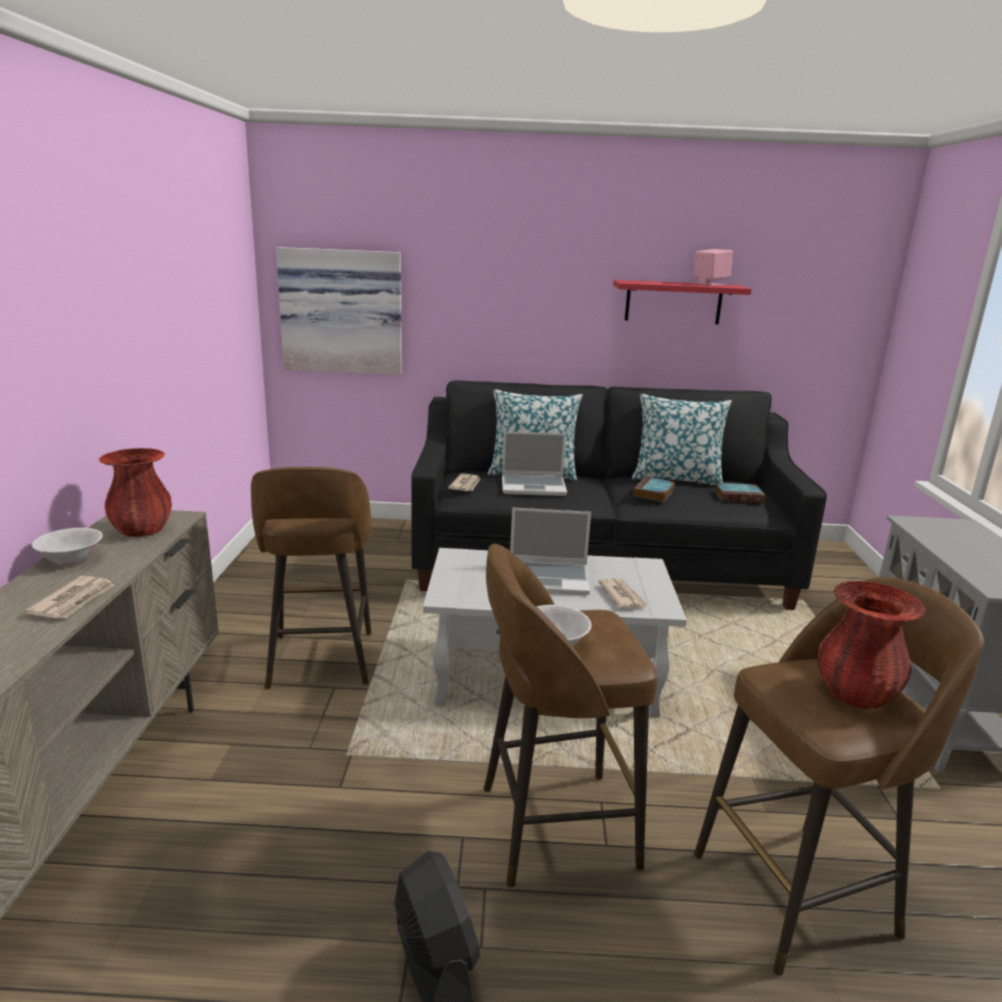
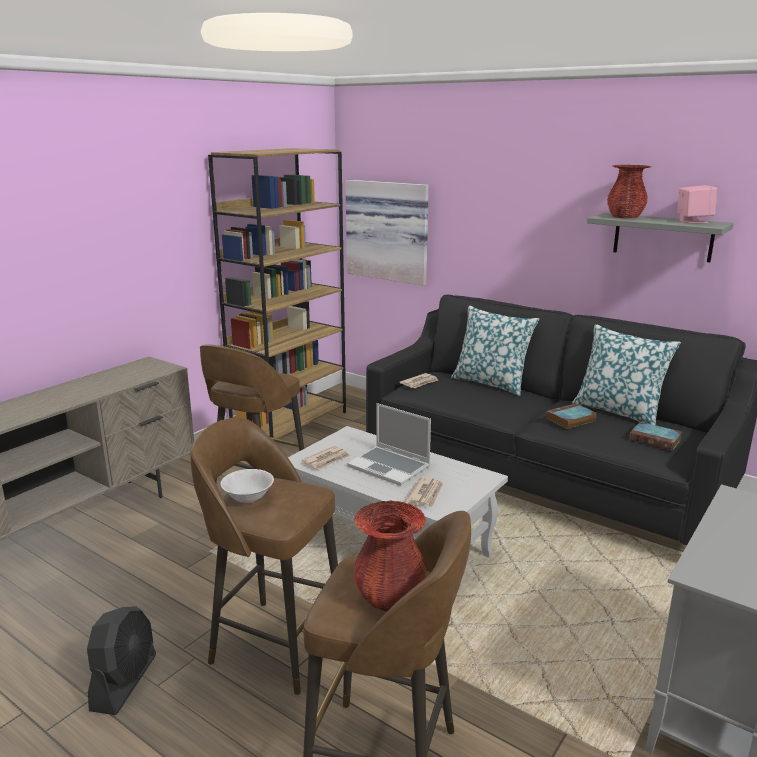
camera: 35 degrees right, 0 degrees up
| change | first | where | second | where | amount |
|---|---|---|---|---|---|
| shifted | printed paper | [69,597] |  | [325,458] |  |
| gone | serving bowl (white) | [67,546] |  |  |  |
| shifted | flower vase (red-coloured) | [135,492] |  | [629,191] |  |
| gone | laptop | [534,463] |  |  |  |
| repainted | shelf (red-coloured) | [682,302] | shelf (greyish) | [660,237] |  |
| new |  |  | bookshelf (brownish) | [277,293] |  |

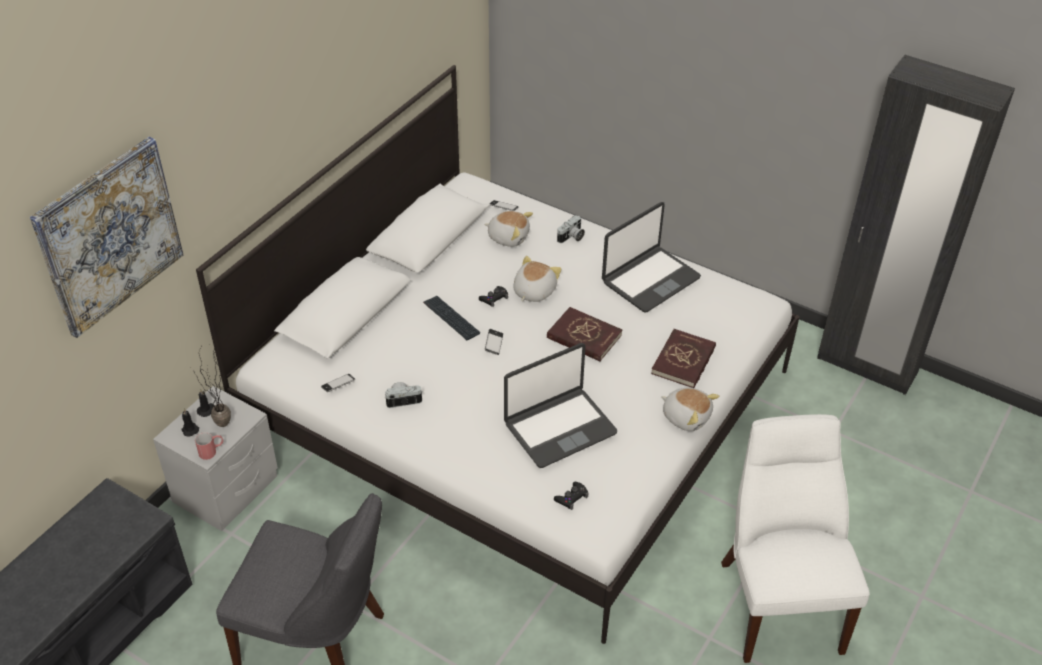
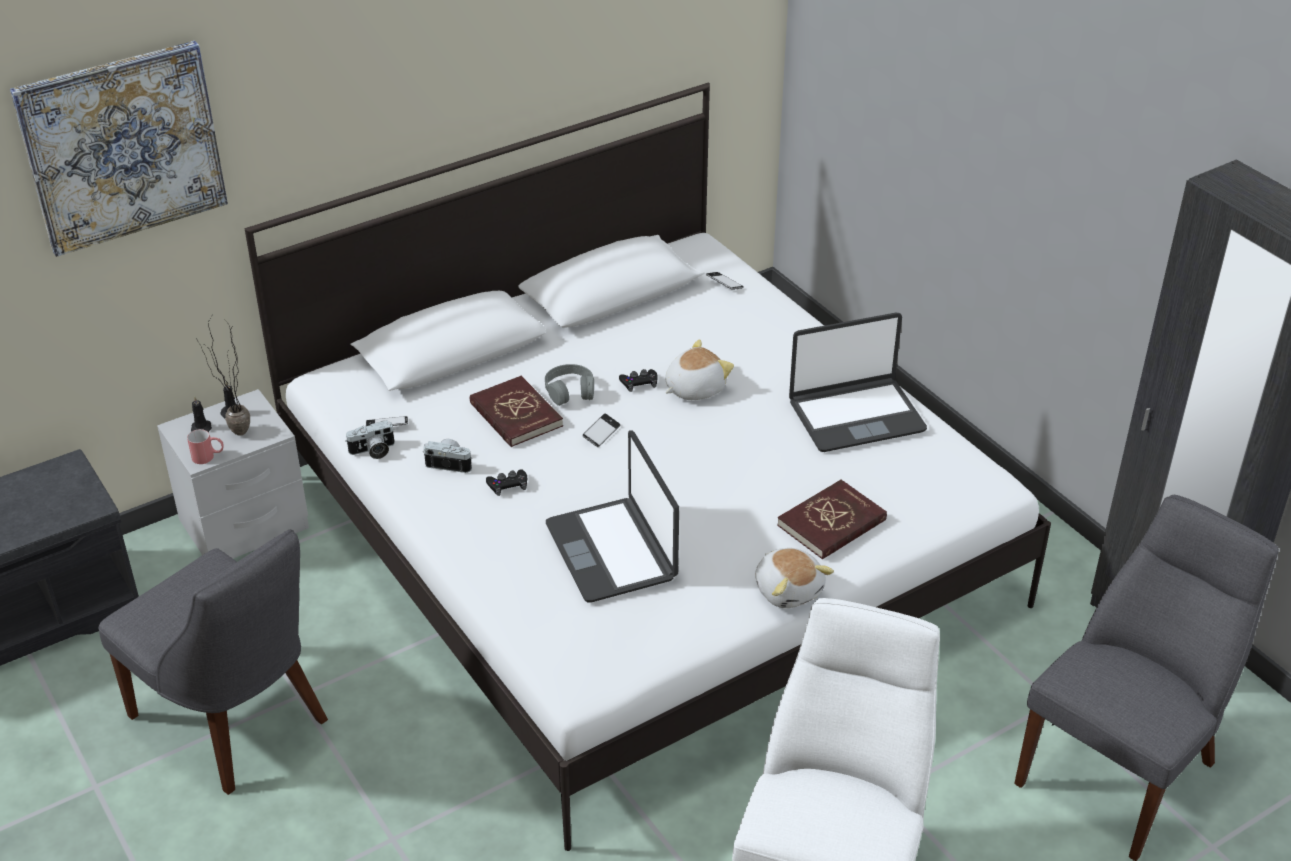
camera: 25 degrees right, 5 degrees down
| change | first | where | second | where | amount |
|---|---|---|---|---|---|
| swapped | computer keyboard | [452,318] | headphones (greyish) | [569,385] |  |
| gone | cuddly toy | [508,229] |  |  |  |
| rotated | laptop | [560,405] |  | [612,516] | 75 degrees clockwise |
| shifted | volume (red-coloured) | [585,334] |  | [516,411] |  |
| shifted | gamepad (black) | [571,496] |  | [506,482] |  |
| shifted | photo camera | [571,229] |  | [370,439] |  |
| new |  |  | chair (greyish) | [1146,678] |  |

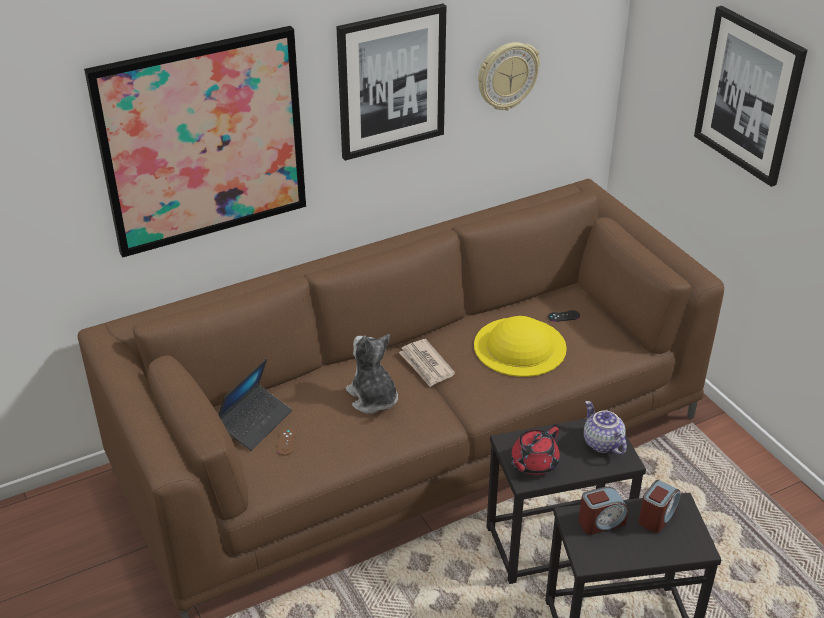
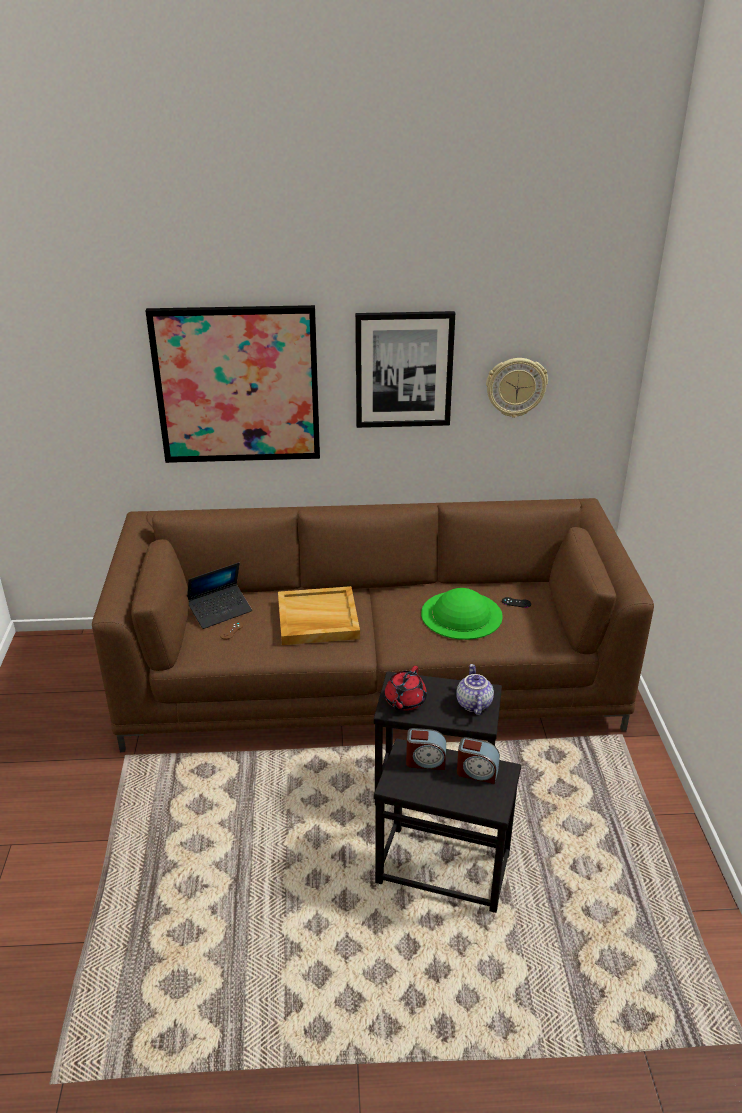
camera: 25 degrees right, 5 degrees down
| change | first | where | second | where | amount |
|---|---|---|---|---|---|
| swapped | cuddly toy | [372,374] | carrying tray (beige-coloured) | [319,615] |  |
| gone | printed paper | [427,363] |  |  |  |
| repainted | clothing hat (yellow) | [520,346] | clothing hat (green-coloured) | [462,614] |  |
| rotated | teapot (red-coloured) | [535,451] |  | [405,688] | 45 degrees counterclockwise |
| rotated | alarm clock | [659,506] |  | [478,760] | 45 degrees clockwise |
| gone | wall picture | [750,96] |  |  |  |

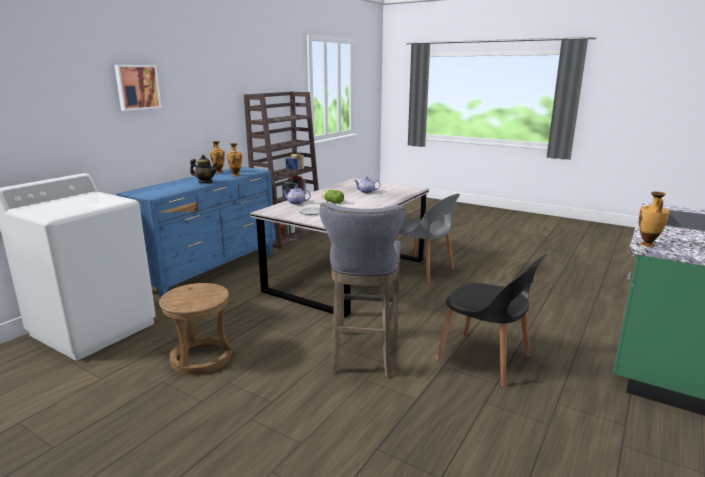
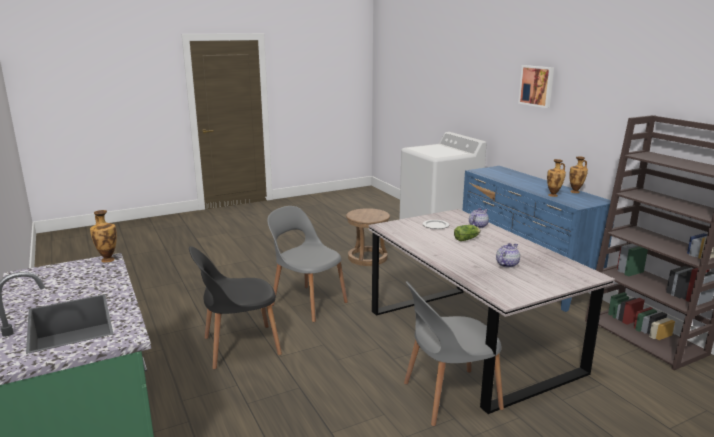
camera: 120 degrees right, 0 degrees up
| change | first | where | second | where | amount |
|---|---|---|---|---|---|
| gone | teapot | [204,168] |  |  |  |
| swapped | stool seat (greyish) | [363,290] | chair (greyish) | [307,264] |  |

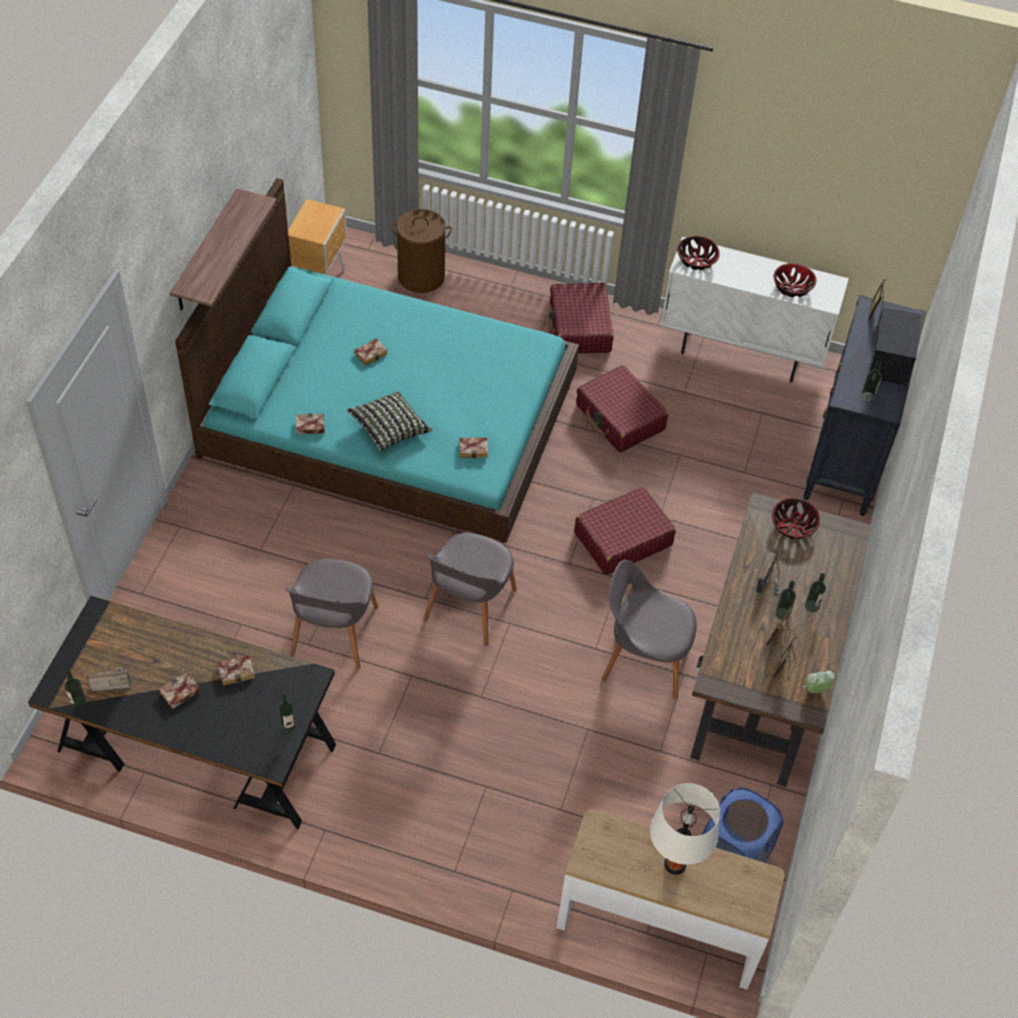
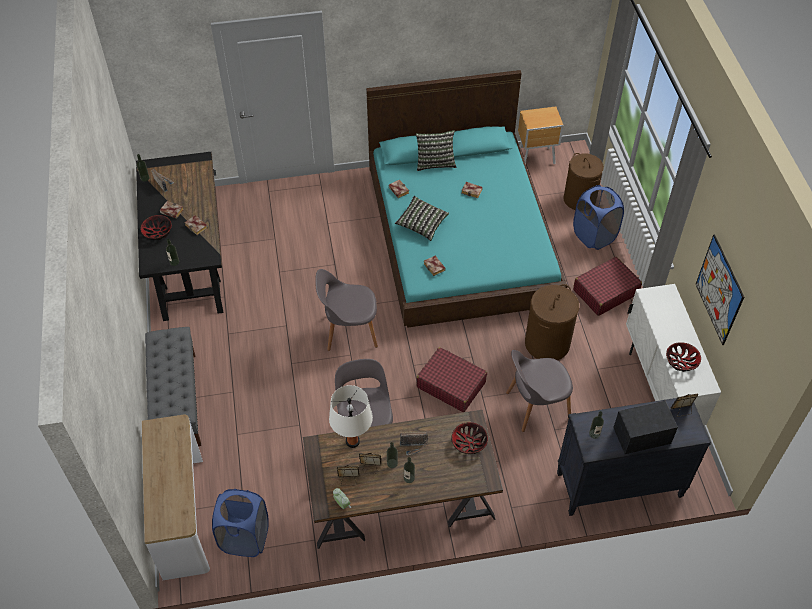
camera: 65 degrees right, 0 degrees up
| change | first | where | second | where | amount |
|---|---|---|---|---|---|
| gone | shelf | [223,249] |  |  |  |
| shifted | chair (greyish) | [331,614] |  | [539,391] |  |
| swapped | piece of luggage (red-coloured) | [622,409] | hamper (brownish) | [552,322] |  |
| shifted | lamp for a table (white) | [685,829] |  | [351,416] |  |
| shifted | serving bowl | [698,253] |  | [156,227] |  |
| new |  |  | long seat (greyish) | [173,386] |  |
| new |  |  | pillow | [436,150] |  |
| new |  |  | hamper (bluish) | [598,217] |  |
| new |  |  | wall picture | [720,289] |  |

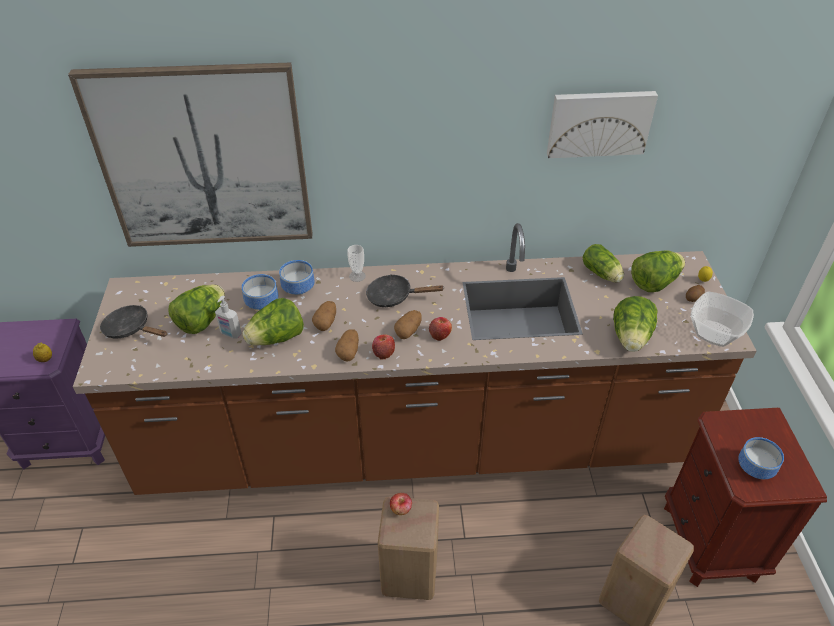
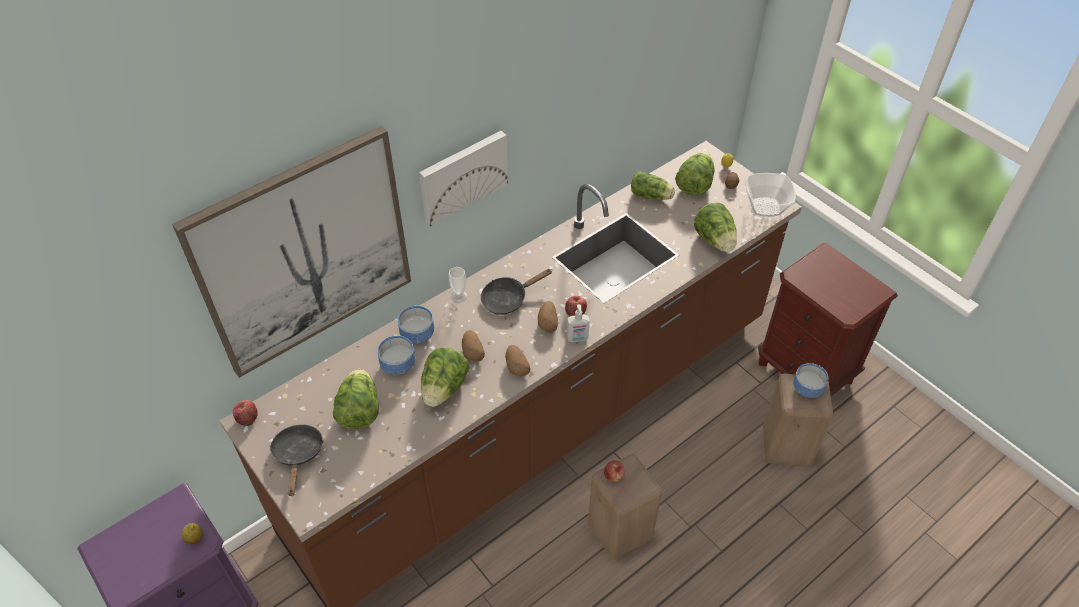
camera: 35 degrees left, 5 degrees up
| change | first | where | second | where | amount |
|---|---|---|---|---|---|
| rotated | frying pan (black) | [133,322] |  | [296,460] | 90 degrees clockwise |
| shifted | liquid soap bottle | [228,316] |  | [578,323] |  |
| shifted | apple | [383,346] |  | [245,413] |  |
| shifted | wall picture | [602,124] |  | [463,179] |  |
| shifted | serving bowl | [761,458] |  | [810,380] |  |

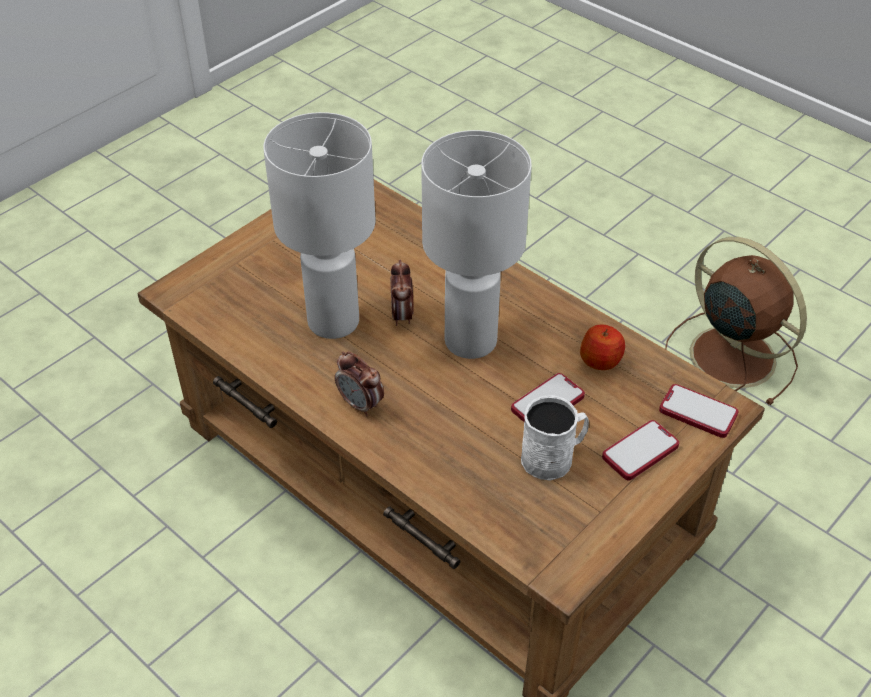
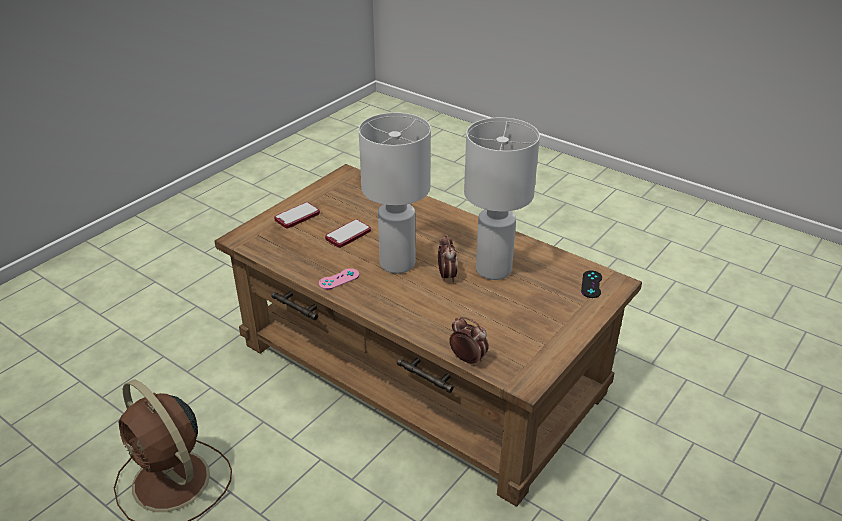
camera: 175 degrees right, 10 degrees down
| change | first | where | second | where | amount |
|---|---|---|---|---|---|
| shifted | alarm clock | [359,383] |  | [469,341] |  |
| gone | mug (white) | [555,438] |  |  |  |
| gone | apple | [602,347] |  |  |  |
| gone | telephone | [698,411] |  |  |  |
| new |  |  | gamepad (pink) | [339,279] |  |
| new |  |  | gamepad (black) | [591,284] |  |

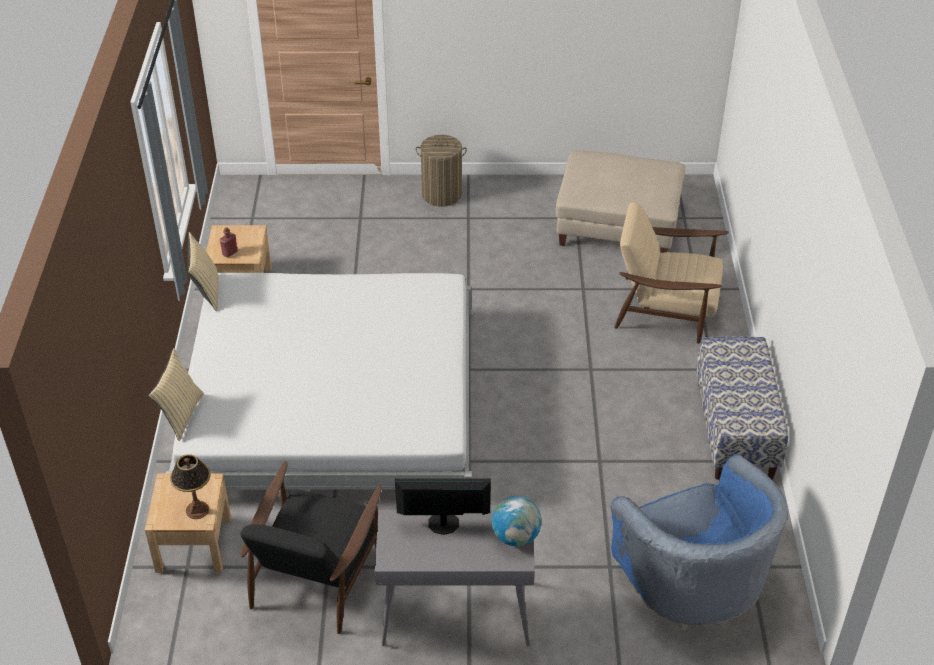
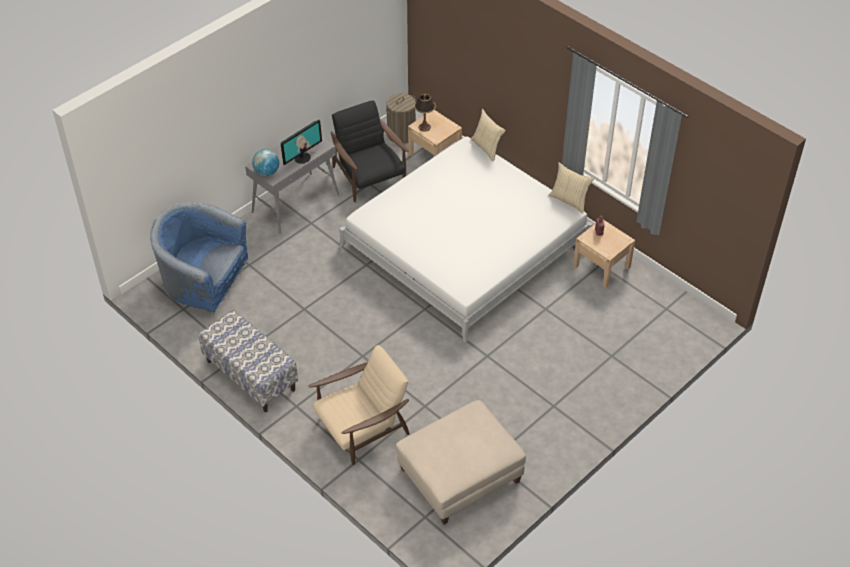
camera: 135 degrees right, 5 degrees up
| change | first | where | second | where | amount |
|---|---|---|---|---|---|
| shifted | hamper | [441,171] |  | [401,118] |  |

